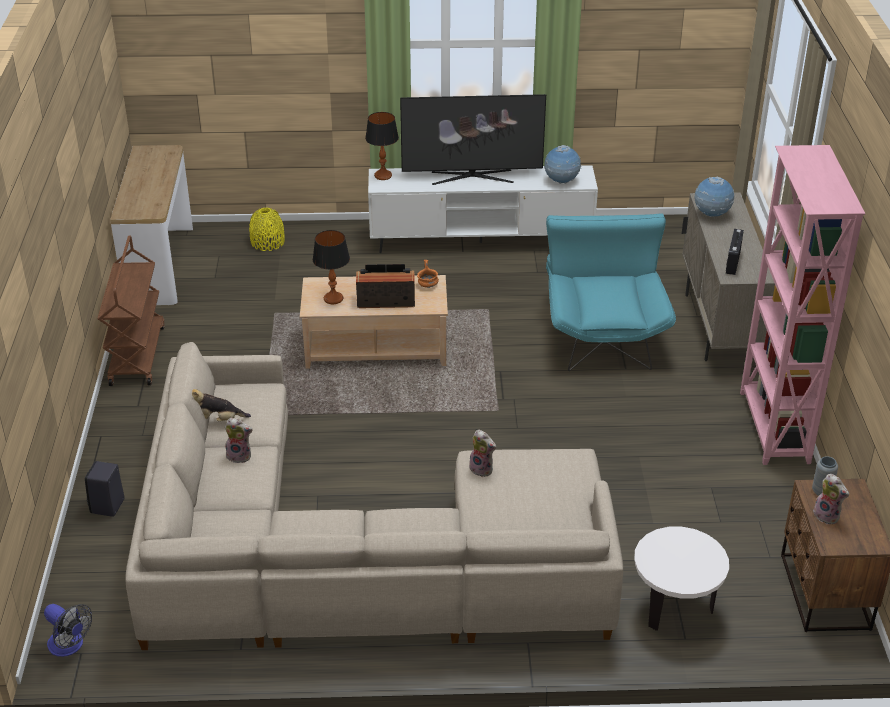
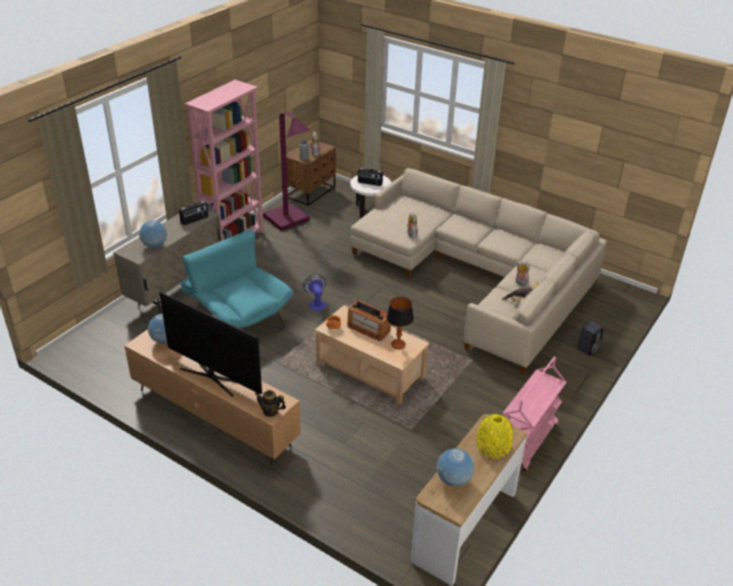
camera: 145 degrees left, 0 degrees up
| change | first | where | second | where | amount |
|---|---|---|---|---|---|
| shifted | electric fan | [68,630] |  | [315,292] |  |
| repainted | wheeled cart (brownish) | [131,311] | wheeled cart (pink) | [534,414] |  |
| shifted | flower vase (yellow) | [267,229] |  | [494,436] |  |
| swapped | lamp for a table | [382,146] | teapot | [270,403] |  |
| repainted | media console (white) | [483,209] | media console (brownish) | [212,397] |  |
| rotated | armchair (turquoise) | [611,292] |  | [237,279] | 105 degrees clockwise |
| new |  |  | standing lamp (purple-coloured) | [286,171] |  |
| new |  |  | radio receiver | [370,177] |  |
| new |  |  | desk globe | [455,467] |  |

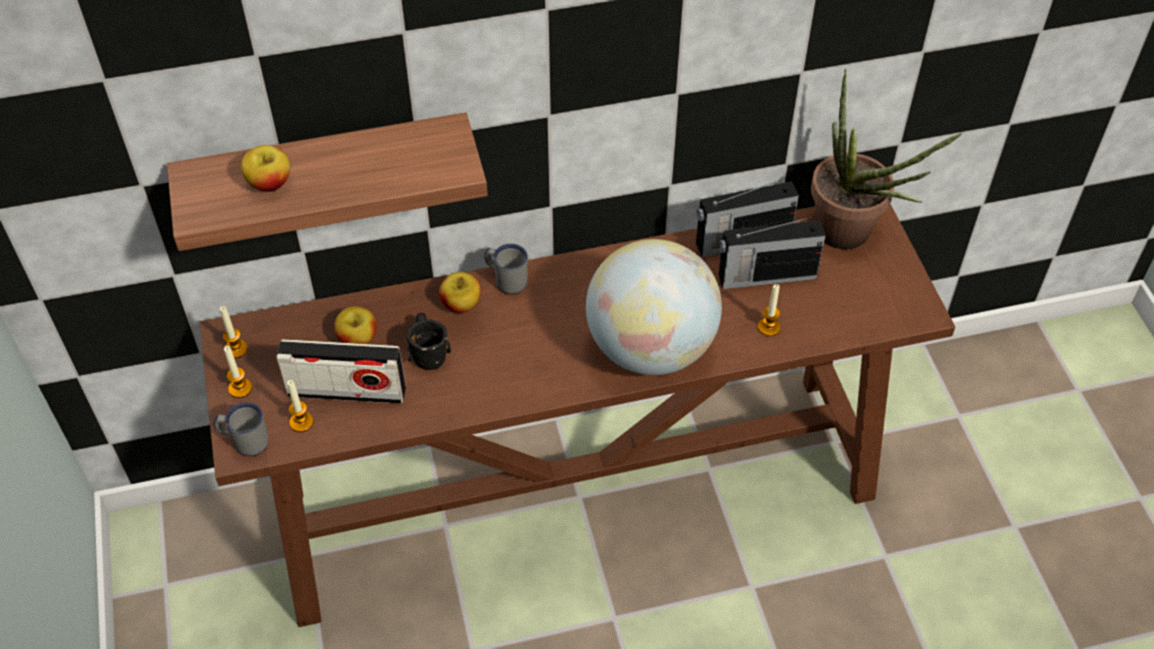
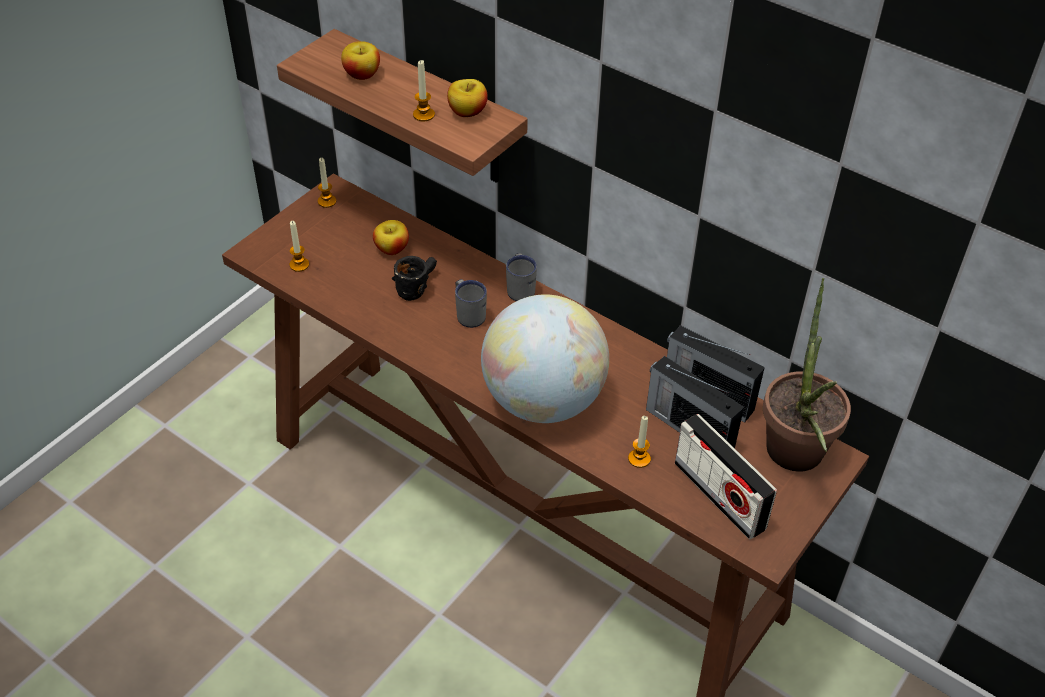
camera: 50 degrees right, 5 degrees down
| change | first | where | second | where | amount |
|---|---|---|---|---|---|
| shifted | mug (greyish) | [241,429] |  | [471,303] |  |
| shifted | wax candle | [238,371] |  | [424,91] |  |
| shifted | radio receiver | [341,371] |  | [726,476] |  |
| shifted | apple | [460,292] |  | [467,98] |  |

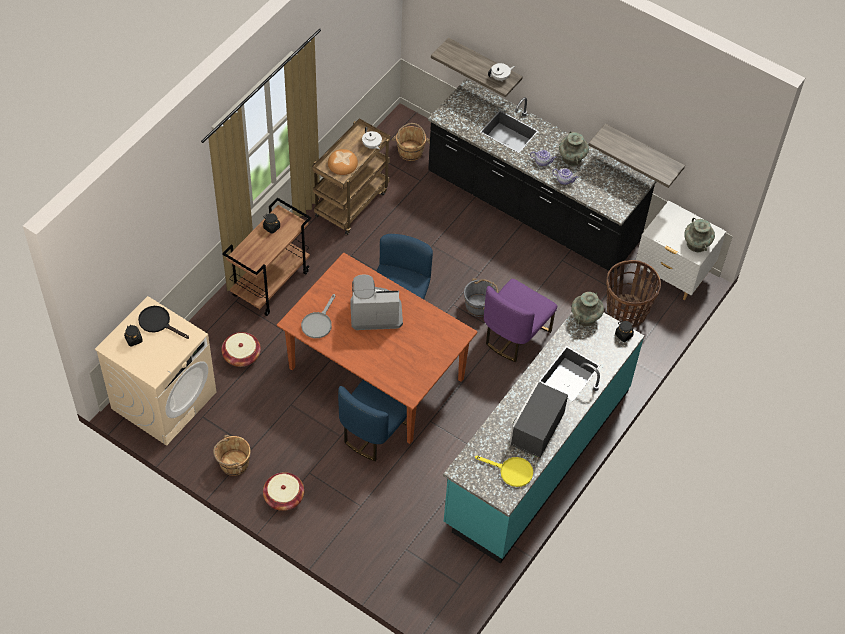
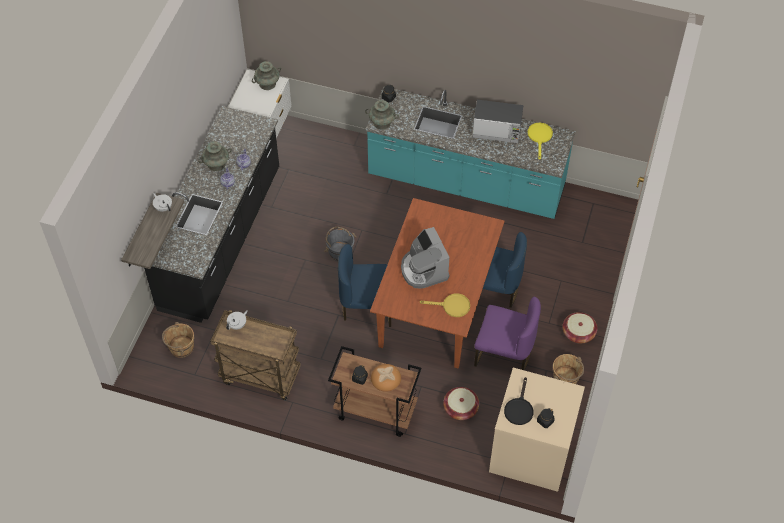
camera: 105 degrees left, 0 degrees up
| change | first | where | second | where | amount |
|---|---|---|---|---|---|
| repainted | frying pan (greyish) | [318,316] | frying pan (yellow) | [445,305] |  |
| shifted | bakery bread | [343,162] |  | [386,378] |  |
| shifted | chair (purple-coloured) | [520,320] |  | [507,333] |  |
| gone | shelf | [637,156] |  |  |  |
| gone | storage basket | [633,293] |  |  |  |

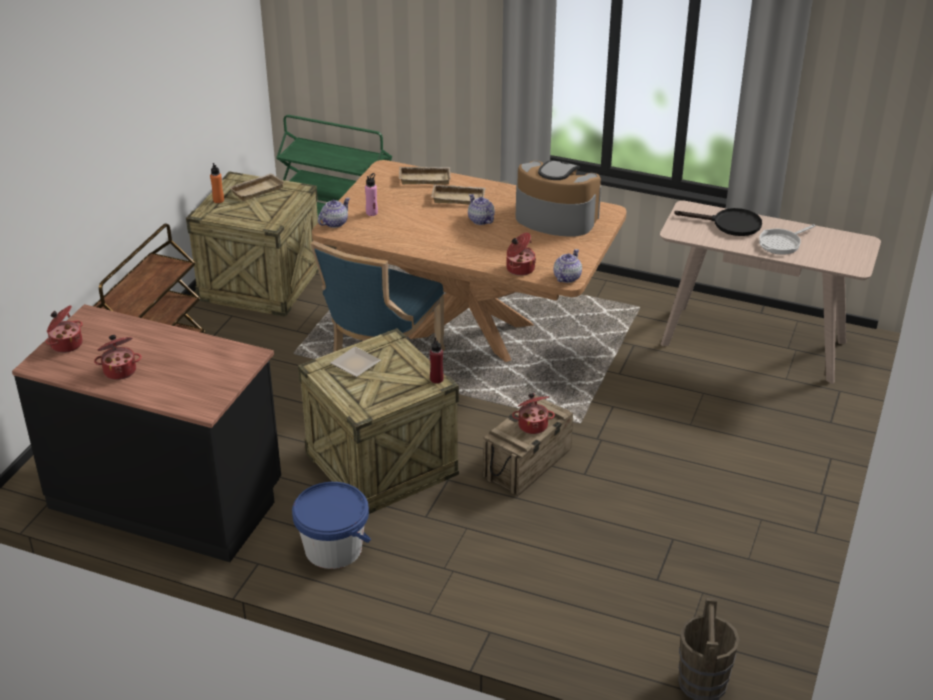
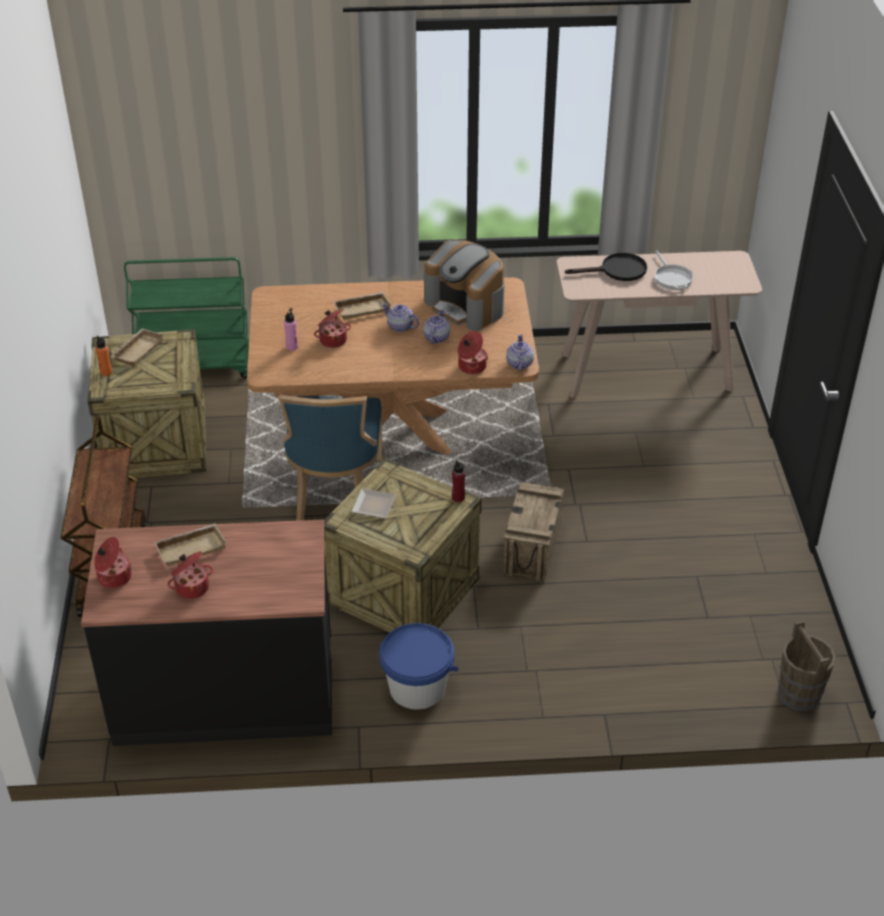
camera: 25 degrees left, 5 degrees up
| change | first | where | second | where | amount |
|---|---|---|---|---|---|
| shifted | teapot | [334,213] |  | [436,326] |  |
| shifted | carrying tray (beige-coloured) | [425,175] |  | [190,545] |  |
| shifted | stockpot | [533,413] |  | [332,329] |  |
| rotated | coffee brewer | [558,198] |  | [464,285] | 135 degrees counterclockwise |
| rotated | frying pan | [787,239] |  | [673,270] | 45 degrees counterclockwise |

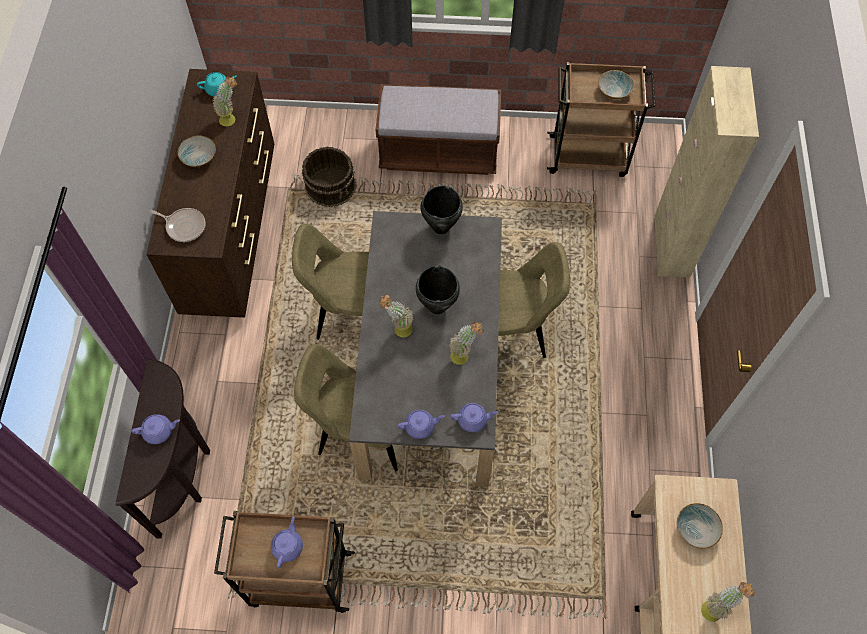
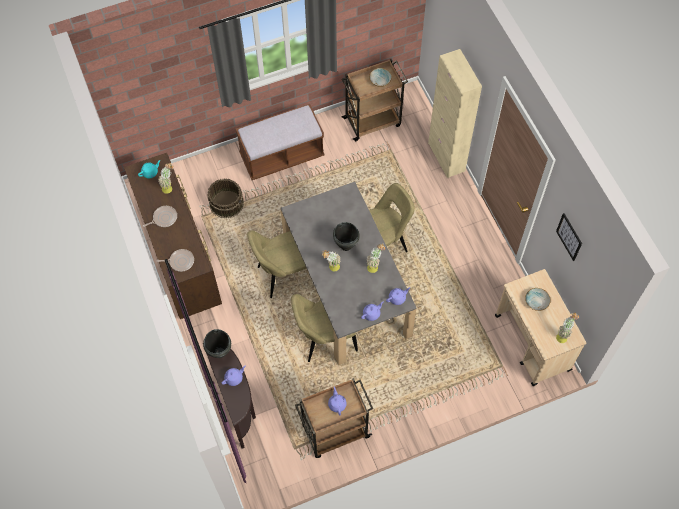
camera: 25 degrees left, 0 degrees up
| change | first | where | second | where | amount |
|---|---|---|---|---|---|
| swapped | serving bowl | [196,151] | frying pan | [160,216] |  |
| shifted | stockpot (black) | [441,210] |  | [217,343] |  |
| new |  |  | wall picture | [569,237] |  |

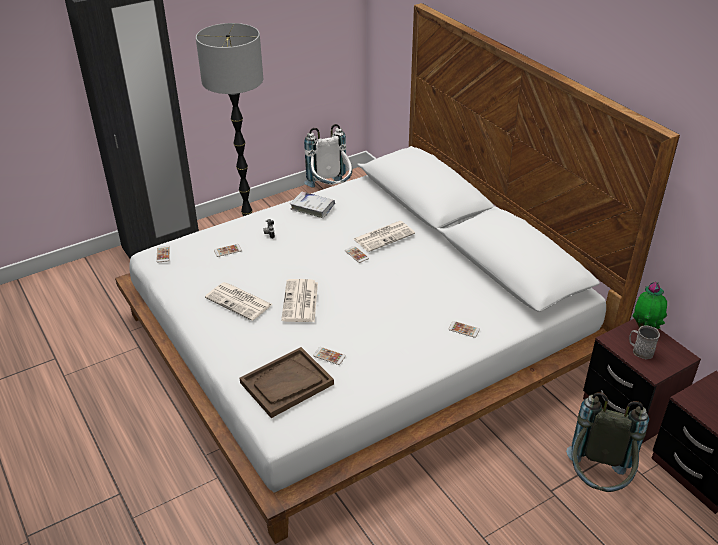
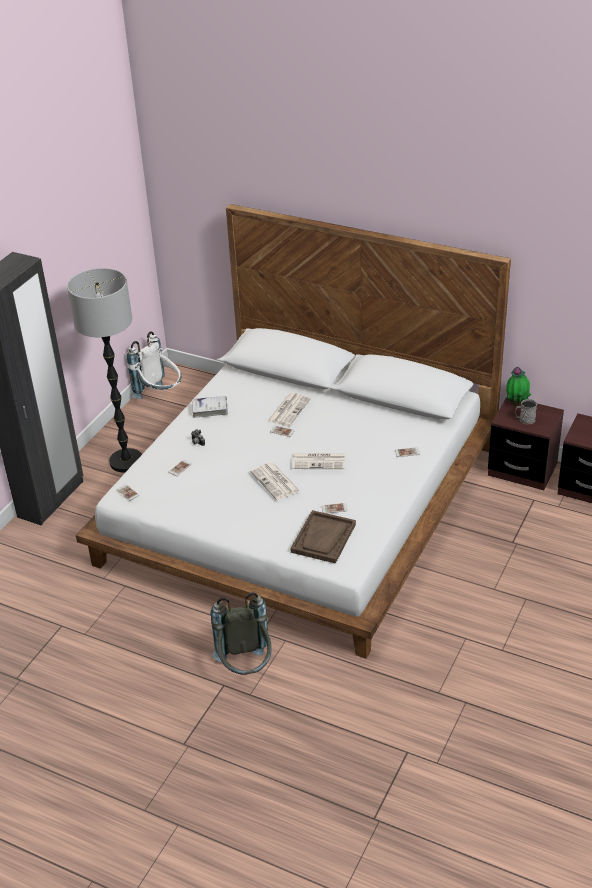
camera: 30 degrees left, 0 degrees up
| change | first | where | second | where | amount |
|---|---|---|---|---|---|
| shifted | printed paper | [239,301] |  | [318,461] |  |
| shifted | backpack (greyish) | [607,442] |  | [241,633] |  |

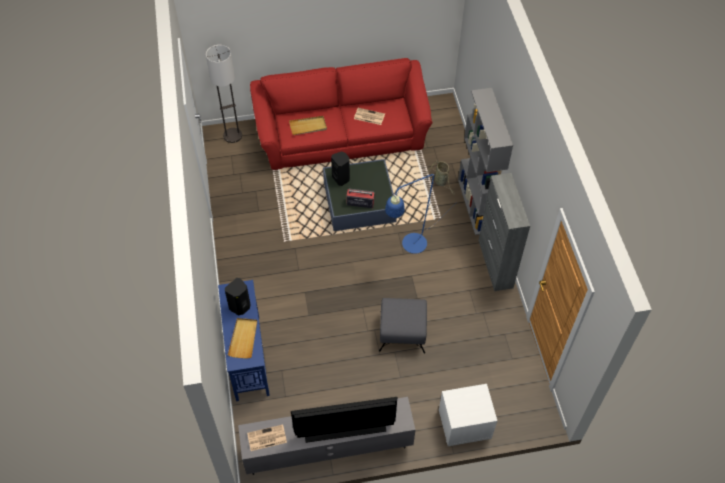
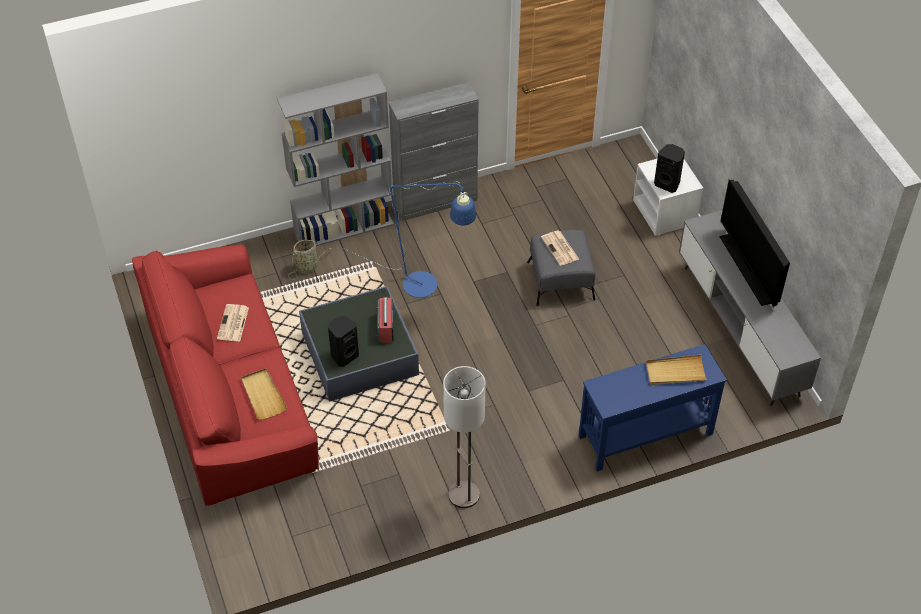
camera: 100 degrees left, 5 degrees down
| change | first | where | second | where | amount |
|---|---|---|---|---|---|
| shifted | standing lamp | [224,94] |  | [464,437] |  |
| shifted | audio speaker (black) | [238,296] |  | [669,168] |  |
| shifted | printed paper | [267,438] |  | [560,248] |  |

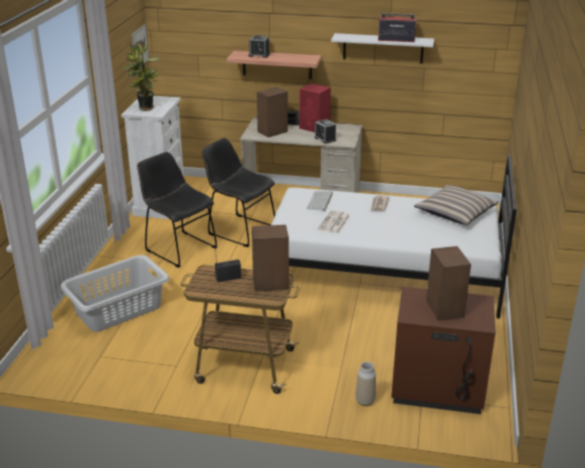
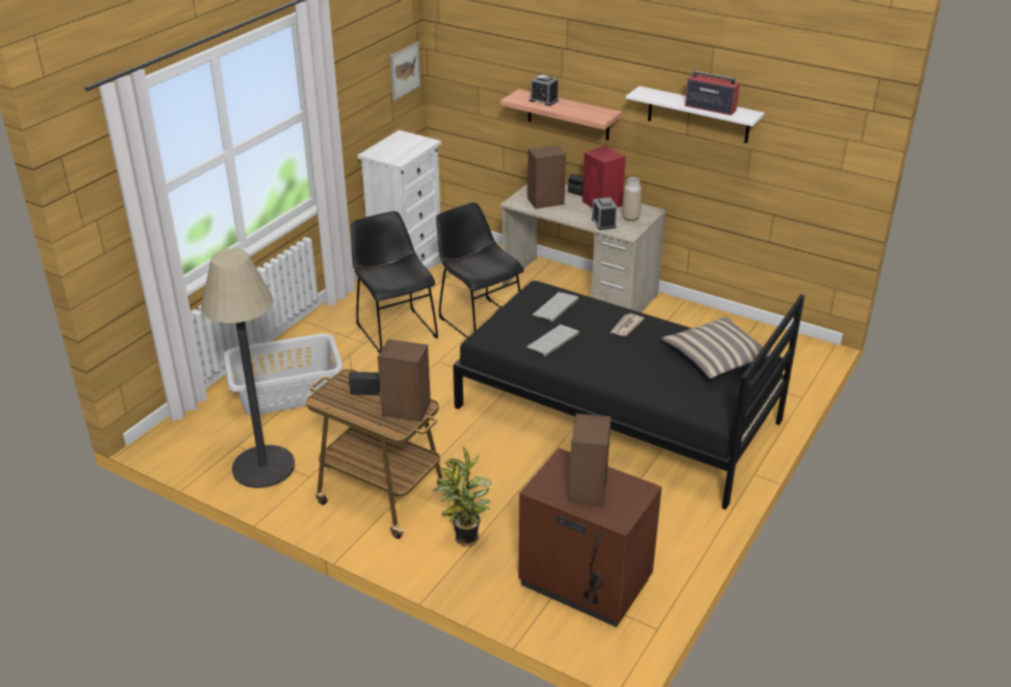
camera: 20 degrees right, 5 degrees up
| change | first | where | second | where | amount |
|---|---|---|---|---|---|
| shifted | plant in a pot | [141,76] |  | [462,496] |  |
| repainted | sleeping bed (white) | [394,237] | sleeping bed (black) | [629,395] |  |
| swapped | printed paper | [334,222] | computer keyboard | [553,340] |  |
| shifted | flower vase | [366,384] |  | [631,199] |  |
| new |  |  | standing lamp | [248,368] |  |

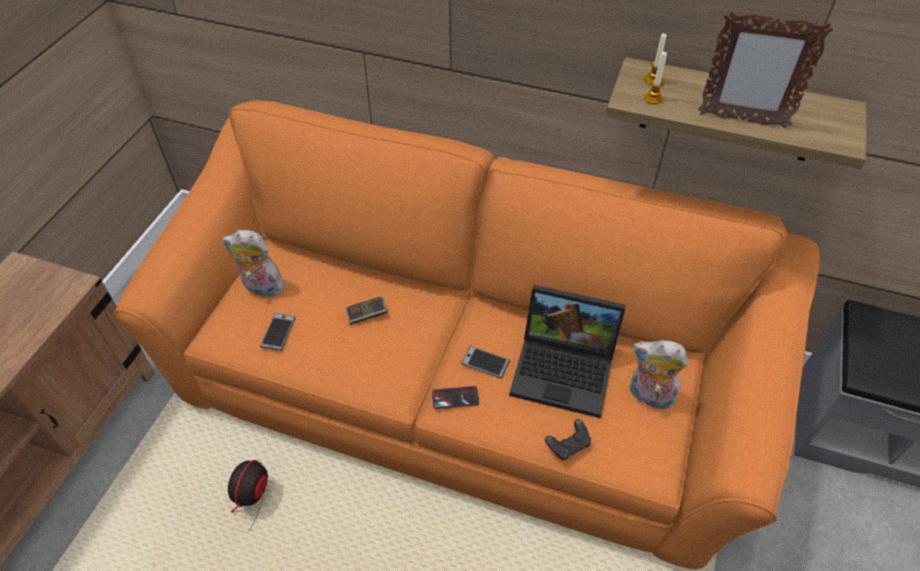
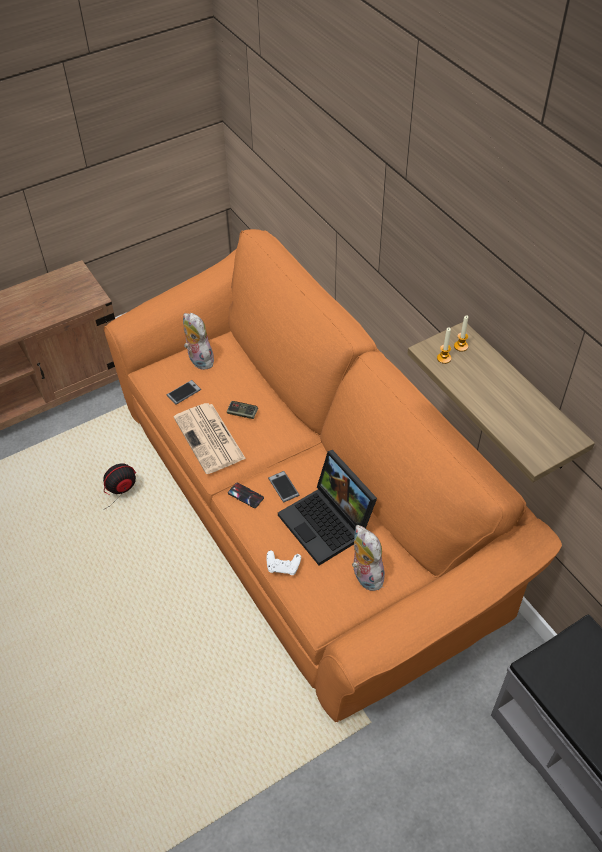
camera: 40 degrees right, 0 degrees up
| change | first | where | second | where | amount |
|---|---|---|---|---|---|
| repainted | gamepad (black) | [568,440] | gamepad (white) | [284,562] |  |
| gone | standing frame | [765,69] |  |  |  |
| new |  |  | printed paper | [210,438] |  |

